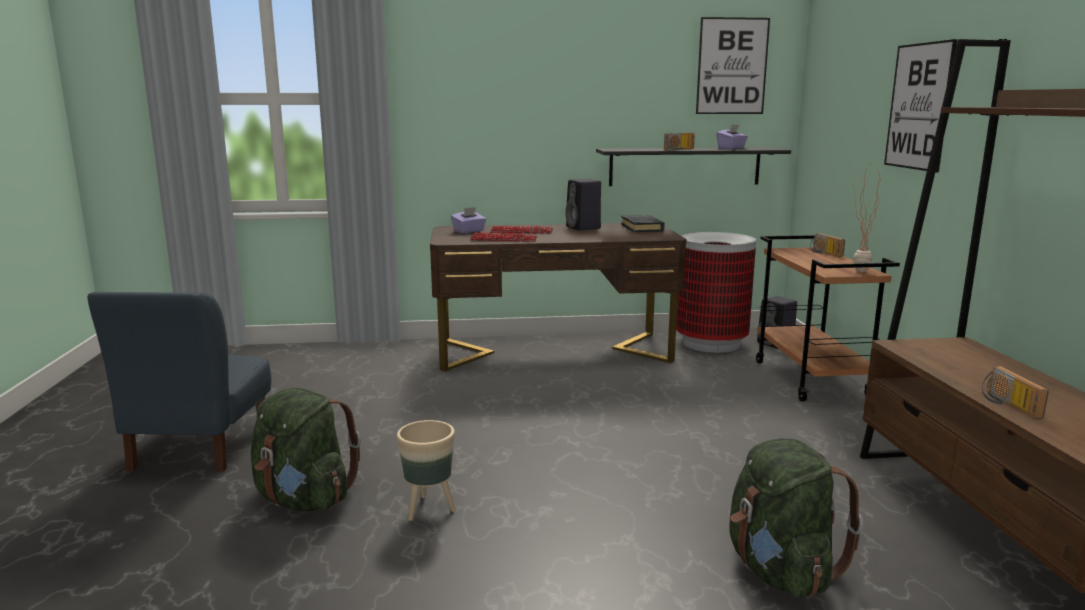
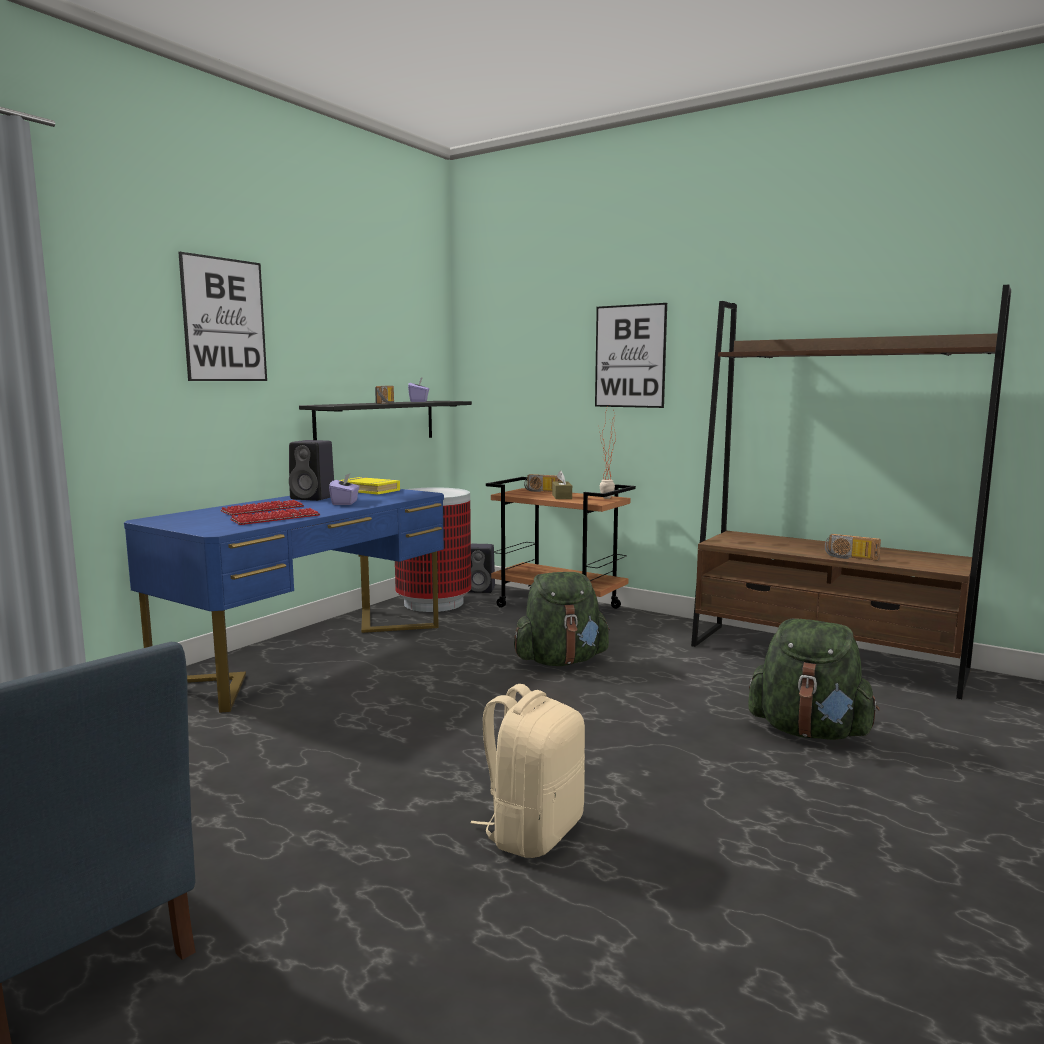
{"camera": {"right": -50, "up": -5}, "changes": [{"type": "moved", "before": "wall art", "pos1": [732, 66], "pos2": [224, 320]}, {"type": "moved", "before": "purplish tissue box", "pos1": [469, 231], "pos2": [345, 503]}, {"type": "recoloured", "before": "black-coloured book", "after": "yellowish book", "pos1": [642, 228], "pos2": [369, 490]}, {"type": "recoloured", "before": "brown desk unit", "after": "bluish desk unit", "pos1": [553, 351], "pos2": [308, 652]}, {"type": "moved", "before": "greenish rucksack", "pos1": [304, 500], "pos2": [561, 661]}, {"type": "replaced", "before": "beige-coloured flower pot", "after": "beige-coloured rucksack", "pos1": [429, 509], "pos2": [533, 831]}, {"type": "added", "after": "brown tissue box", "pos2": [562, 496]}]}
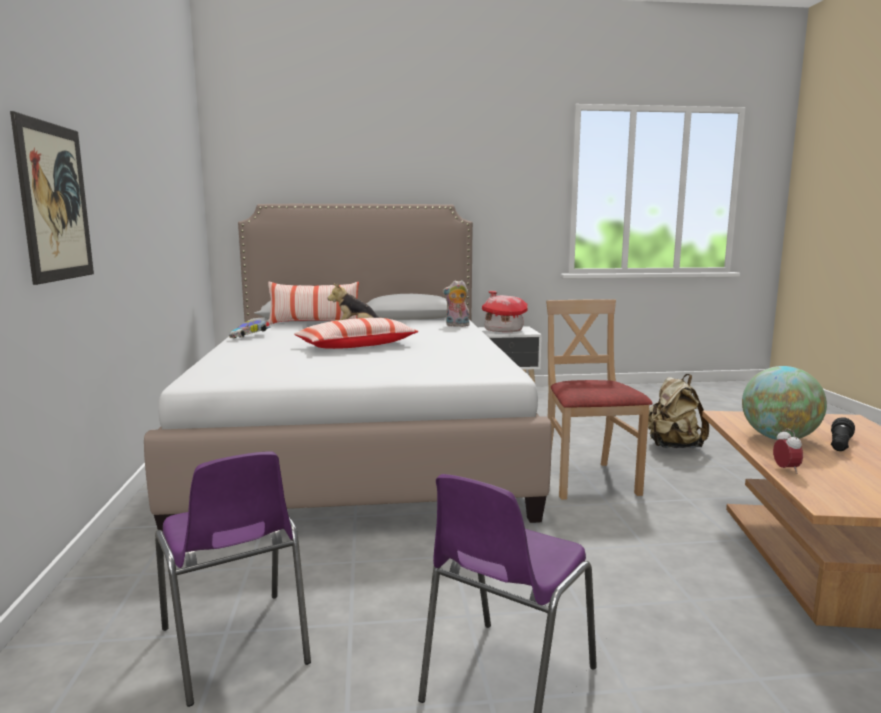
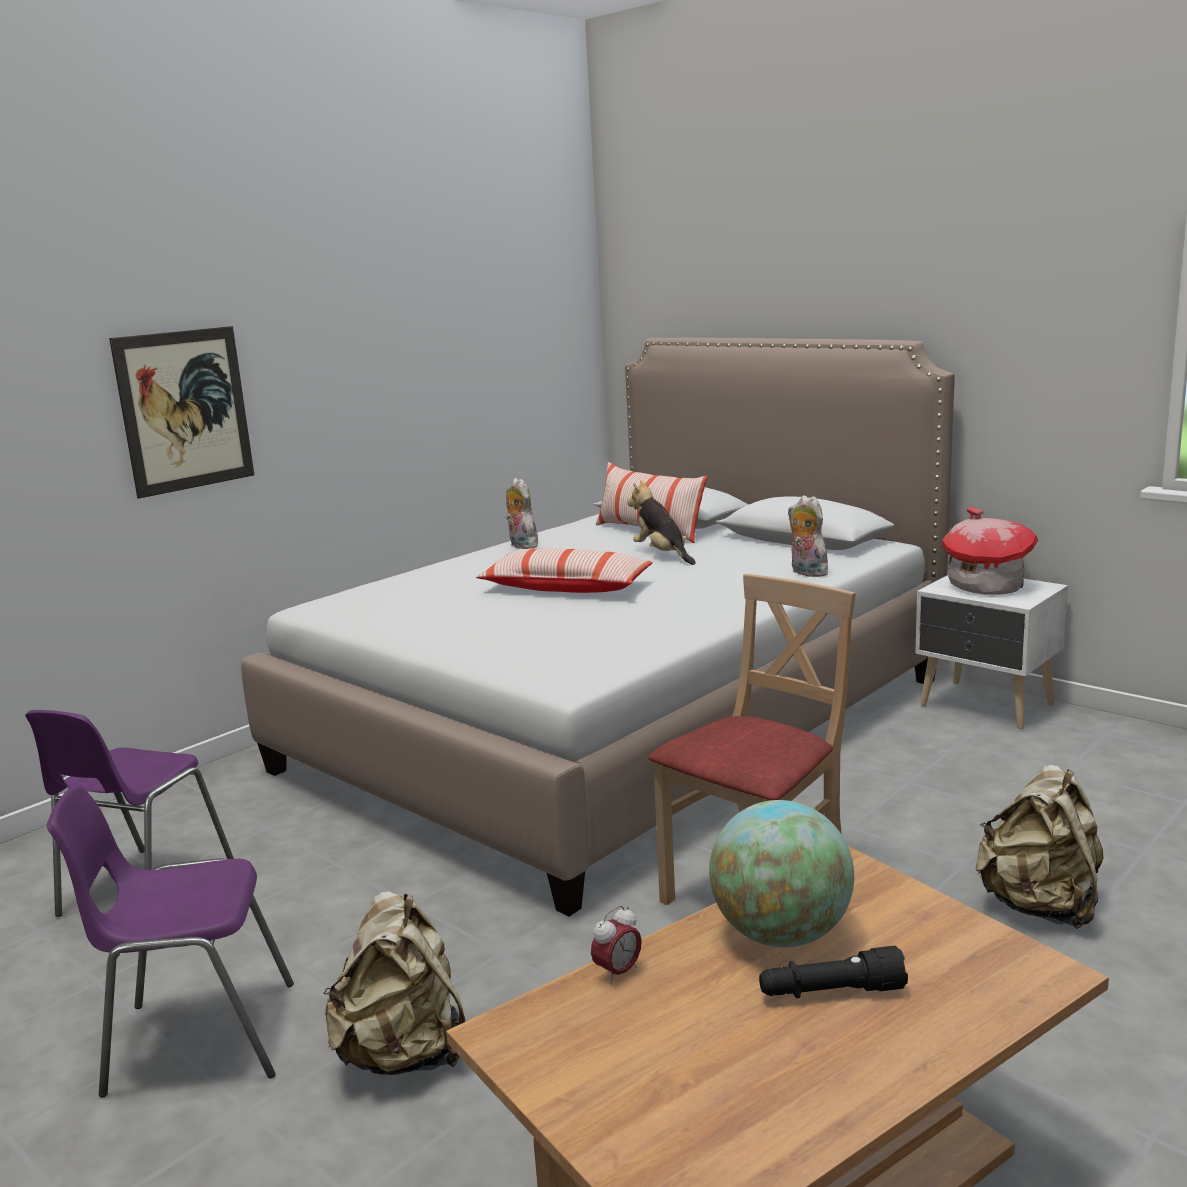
{"camera": {"right": 50, "up": 5}, "changes": [{"type": "replaced", "before": "toy car", "after": "soft toy", "pos1": [250, 337], "pos2": [521, 545]}, {"type": "added", "after": "beige-coloured rucksack", "pos2": [404, 1054]}]}
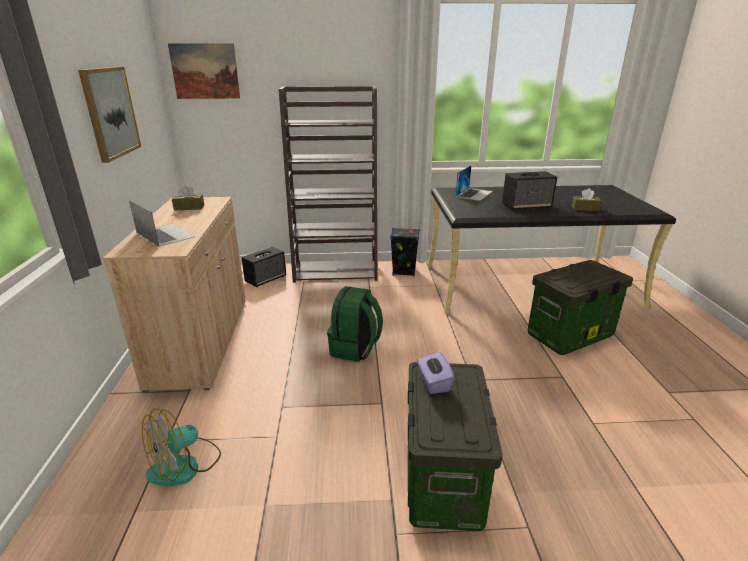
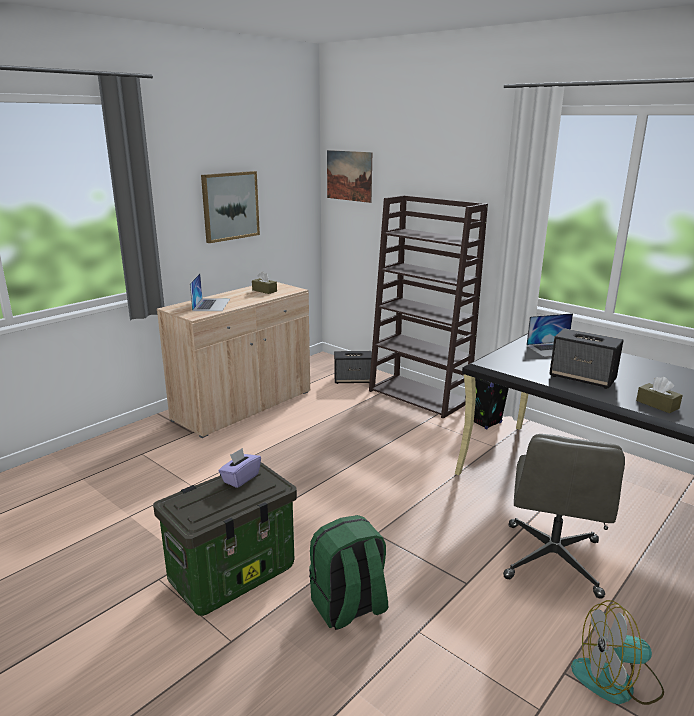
{"camera": {"right": 45, "up": -5}, "changes": [{"type": "replaced", "before": "storage container", "after": "greyish desk chair", "pos1": [569, 336], "pos2": [552, 560]}, {"type": "moved", "before": "greenish rucksack", "pos1": [355, 349], "pos2": [348, 607]}, {"type": "moved", "before": "electric fan", "pos1": [185, 465], "pos2": [617, 681]}]}
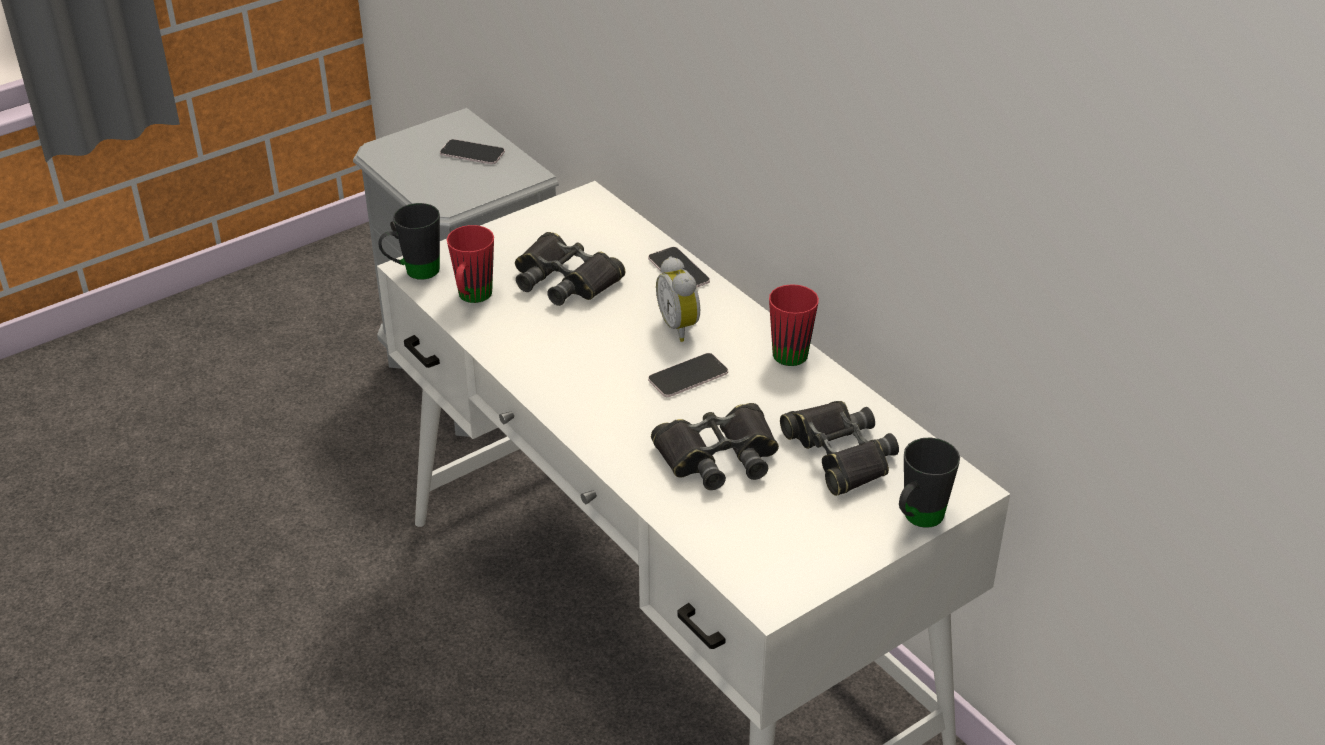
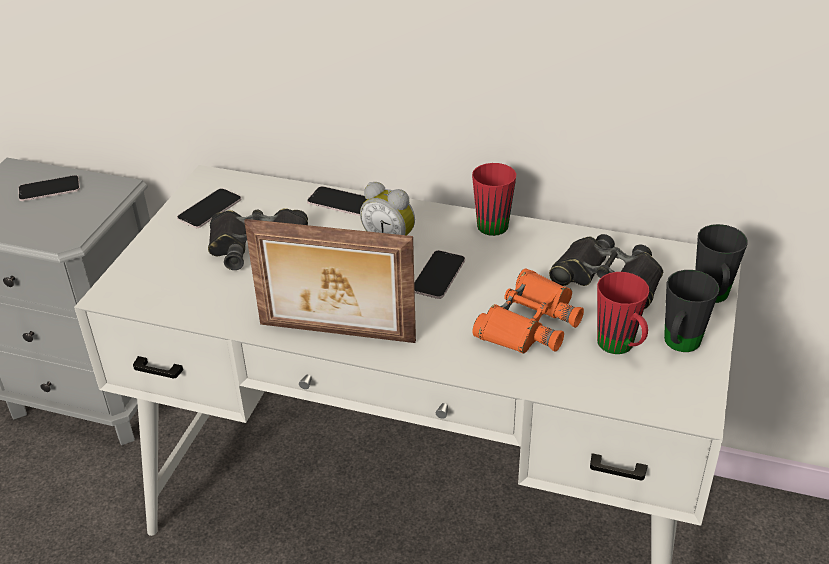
{"camera": {"right": -35, "up": 0}, "changes": [{"type": "moved", "before": "black-coloured mug", "pos1": [413, 272], "pos2": [678, 346]}, {"type": "moved", "before": "red mug", "pos1": [472, 298], "pos2": [620, 348]}, {"type": "recoloured", "before": "black-coloured field glasses", "after": "orangey field glasses", "pos1": [718, 455], "pos2": [529, 323]}, {"type": "added", "after": "telephone", "pos2": [209, 209]}, {"type": "added", "after": "standing frame", "pos2": [336, 334]}]}
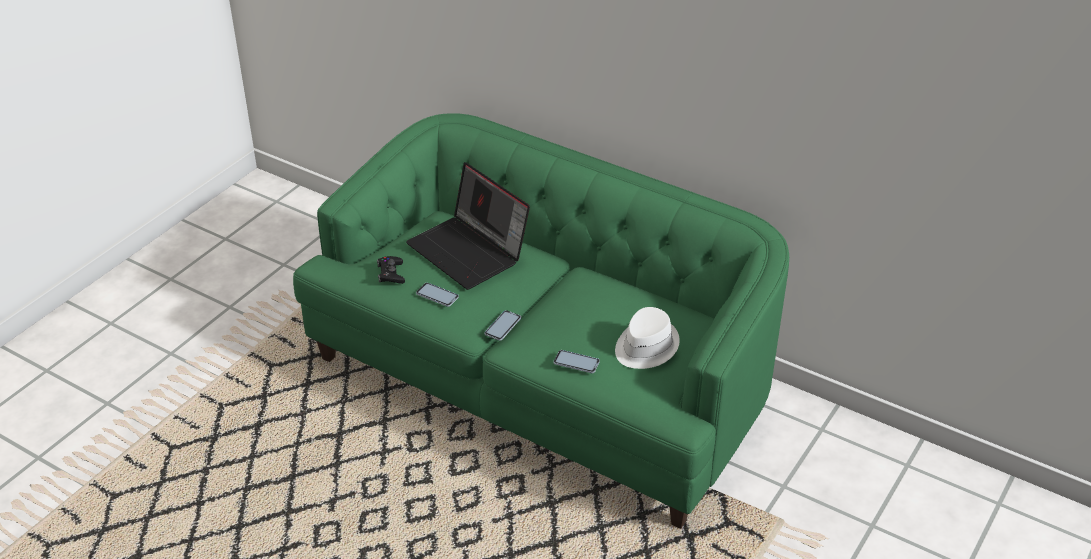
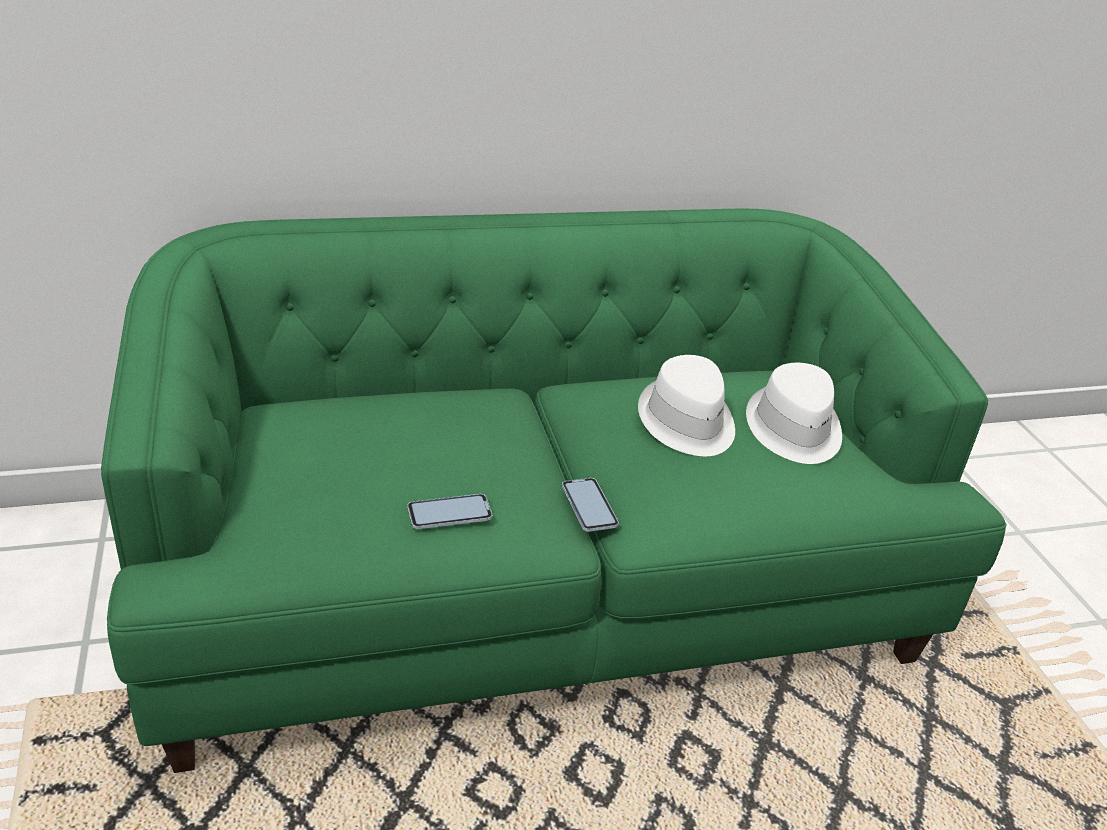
{"camera": {"right": -50, "up": -5}, "changes": [{"type": "removed", "before": "laptop", "pos1": [470, 251]}, {"type": "removed", "before": "black-coloured game controller", "pos1": [391, 274]}, {"type": "removed", "before": "telephone", "pos1": [576, 362]}, {"type": "added", "after": "white hat", "pos2": [686, 422]}]}
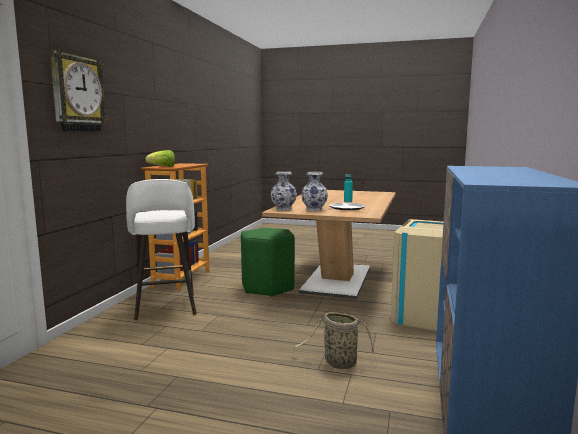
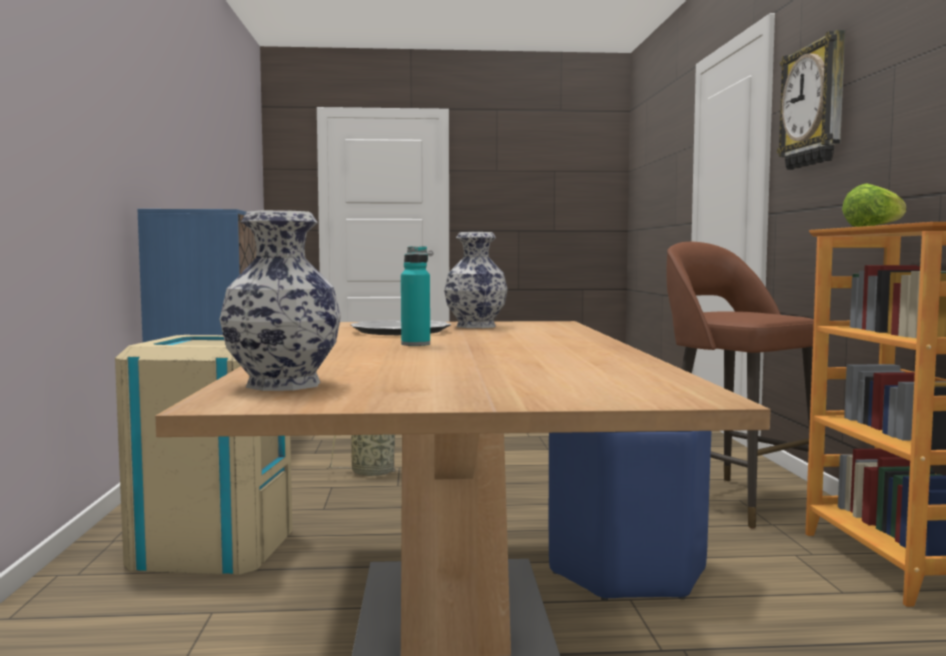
{"camera": {"right": 160, "up": -5}, "changes": [{"type": "moved", "before": "flower vase", "pos1": [283, 209], "pos2": [283, 384]}, {"type": "recoloured", "before": "white stool seat", "after": "brown stool seat", "pos1": [165, 308], "pos2": [734, 500]}, {"type": "recoloured", "before": "greenish stool seat", "after": "bluish stool seat", "pos1": [268, 287], "pos2": [627, 572]}]}
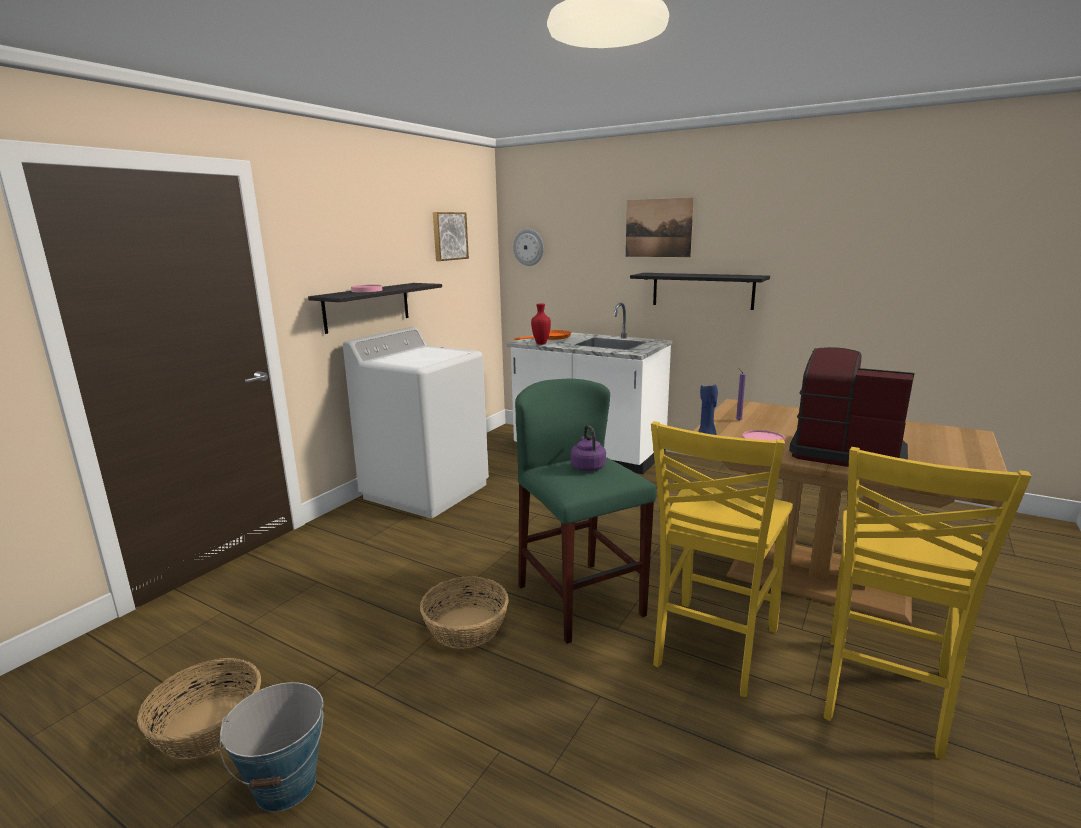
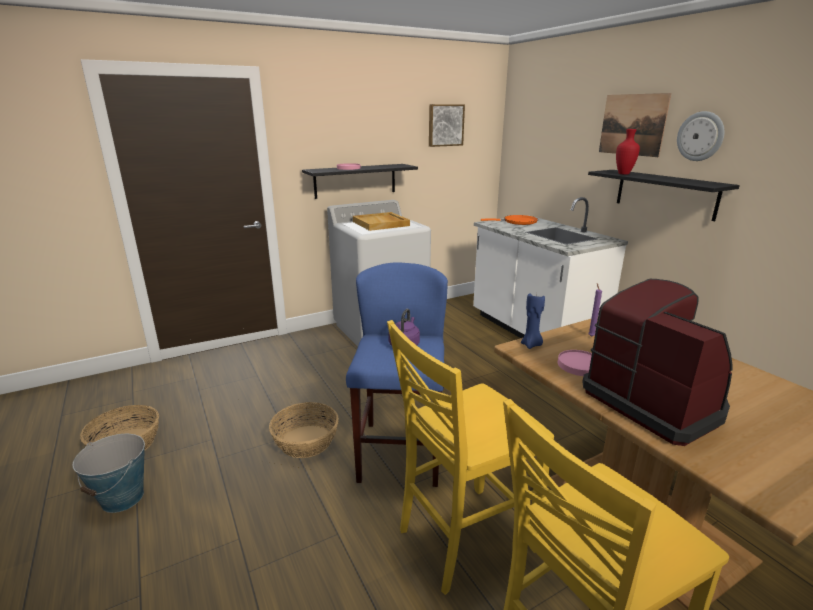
{"camera": {"right": 30, "up": 5}, "changes": [{"type": "moved", "before": "hanging clock", "pos1": [528, 247], "pos2": [700, 136]}, {"type": "moved", "before": "red flower vase", "pos1": [541, 343], "pos2": [624, 174]}, {"type": "recoloured", "before": "greenish stool seat", "after": "bluish stool seat", "pos1": [580, 600], "pos2": [400, 453]}, {"type": "added", "after": "beige-coloured tray", "pos2": [381, 223]}]}
